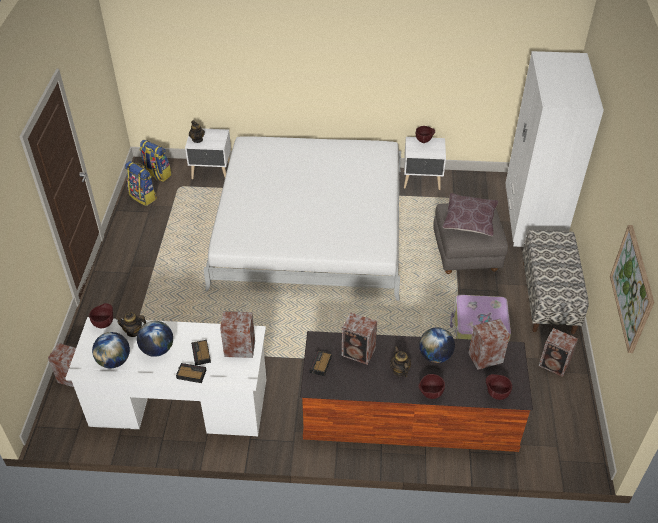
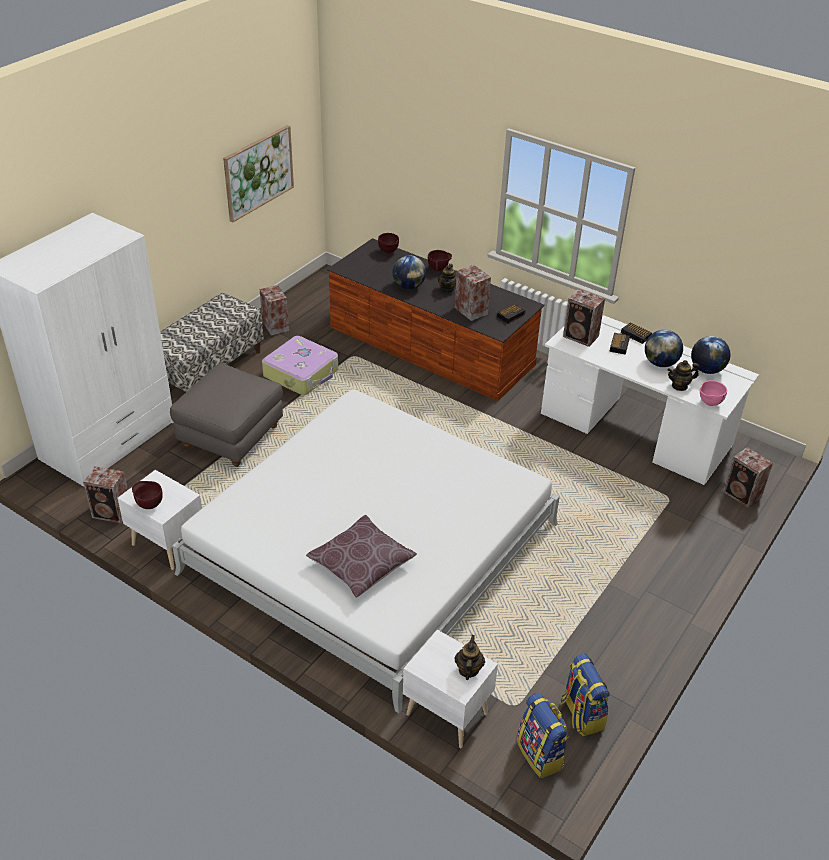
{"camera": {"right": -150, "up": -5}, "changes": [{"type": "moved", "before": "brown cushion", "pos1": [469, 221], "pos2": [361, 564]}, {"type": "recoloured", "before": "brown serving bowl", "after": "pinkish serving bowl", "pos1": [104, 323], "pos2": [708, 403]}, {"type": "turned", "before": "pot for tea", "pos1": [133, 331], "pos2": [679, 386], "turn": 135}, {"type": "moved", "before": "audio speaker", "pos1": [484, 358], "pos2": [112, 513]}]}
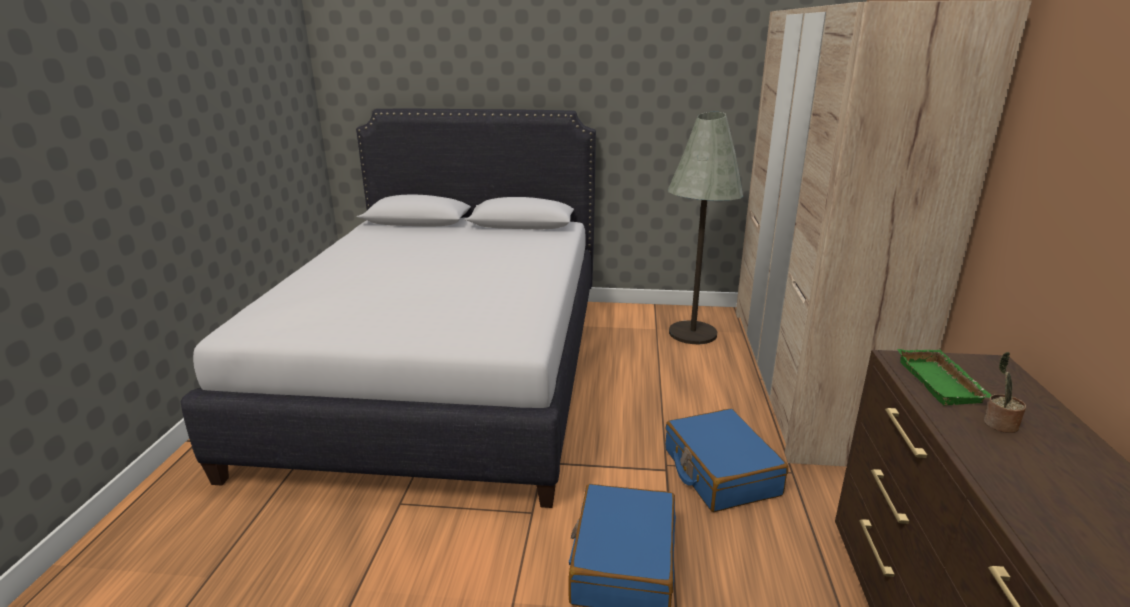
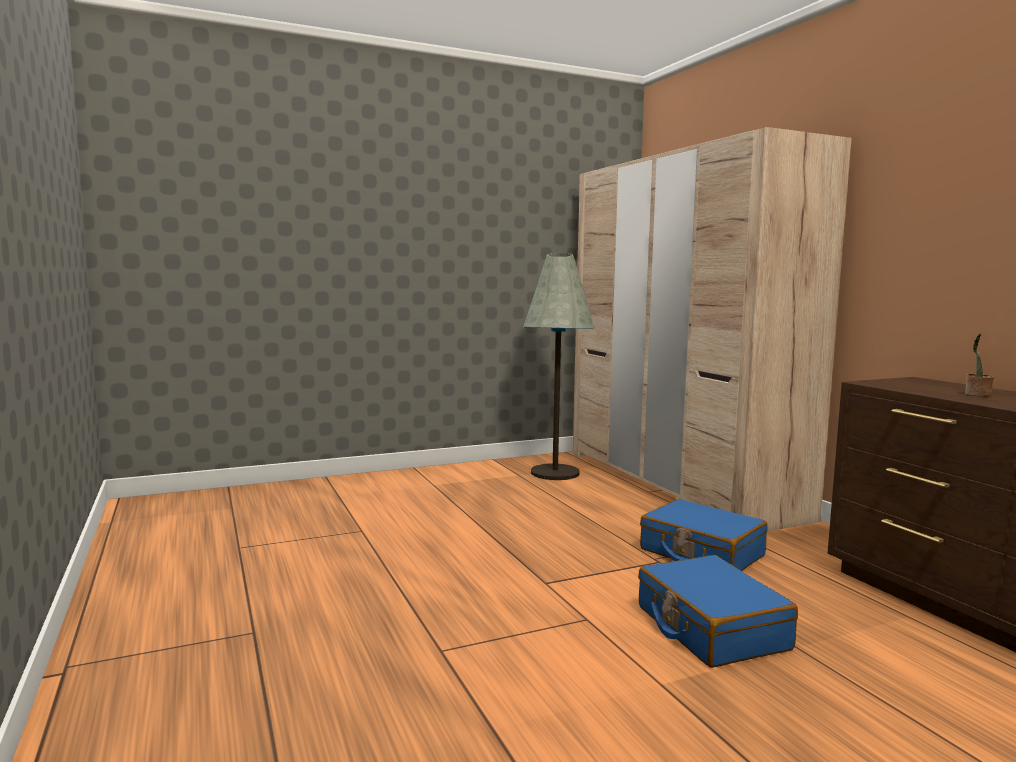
{"camera": {"right": -30, "up": -15}, "changes": [{"type": "removed", "before": "white bedroom bed", "pos1": [444, 372]}, {"type": "removed", "before": "greenish tray", "pos1": [943, 383]}]}
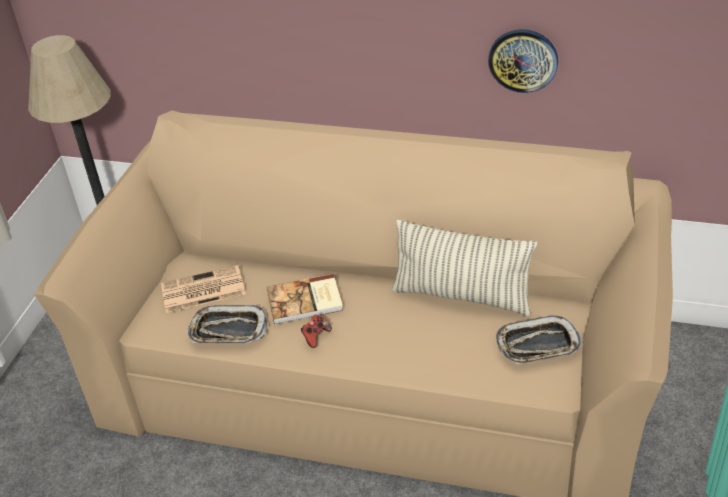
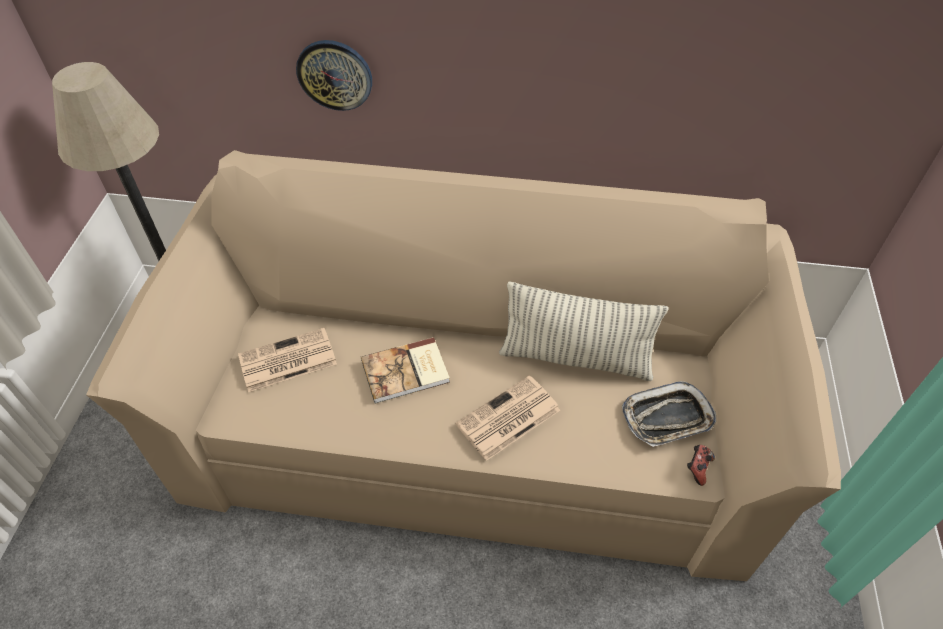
{"camera": {"right": -10, "up": 10}, "changes": [{"type": "moved", "before": "hanging clock", "pos1": [523, 60], "pos2": [335, 75]}, {"type": "removed", "before": "tray", "pos1": [228, 330]}, {"type": "moved", "before": "game controller", "pos1": [316, 336], "pos2": [697, 468]}, {"type": "added", "after": "newspaper", "pos2": [507, 419]}]}
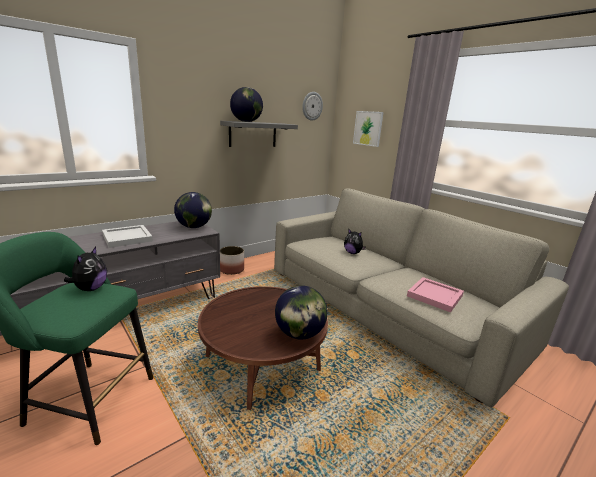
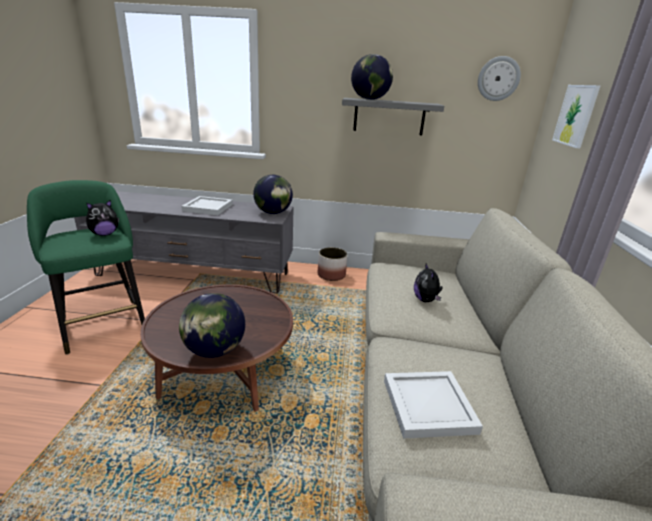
{"camera": {"right": 45, "up": 5}, "changes": [{"type": "recoloured", "before": "pinkish tray", "after": "white tray", "pos1": [435, 296], "pos2": [430, 406]}]}
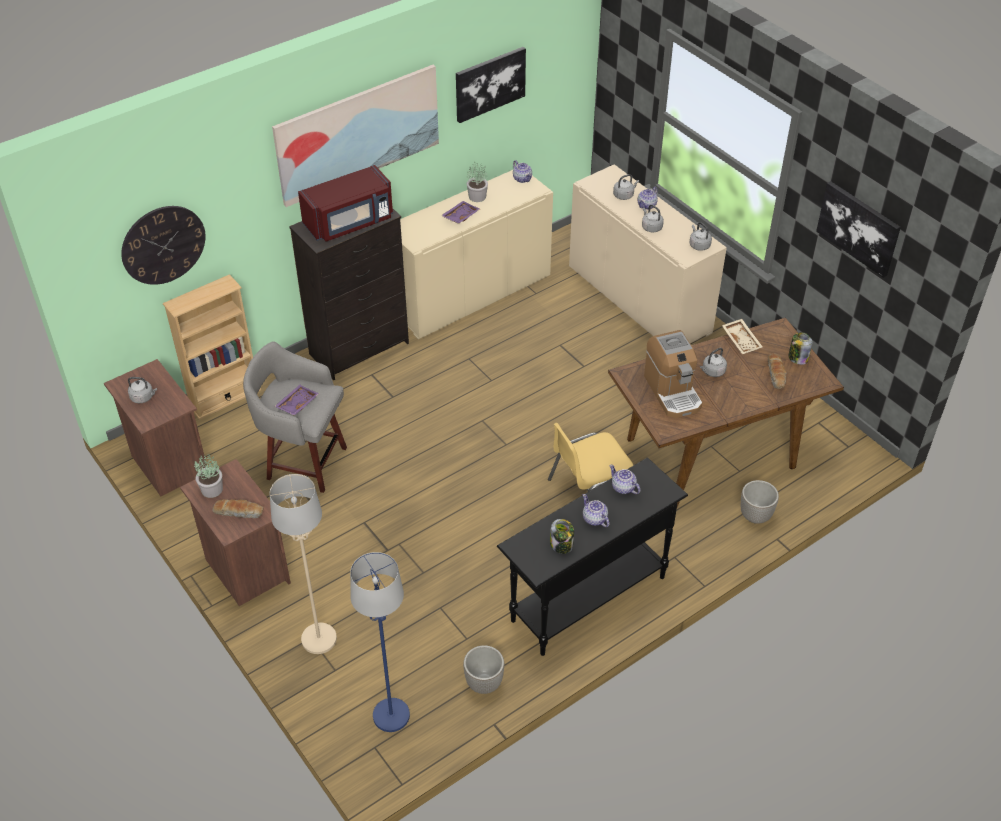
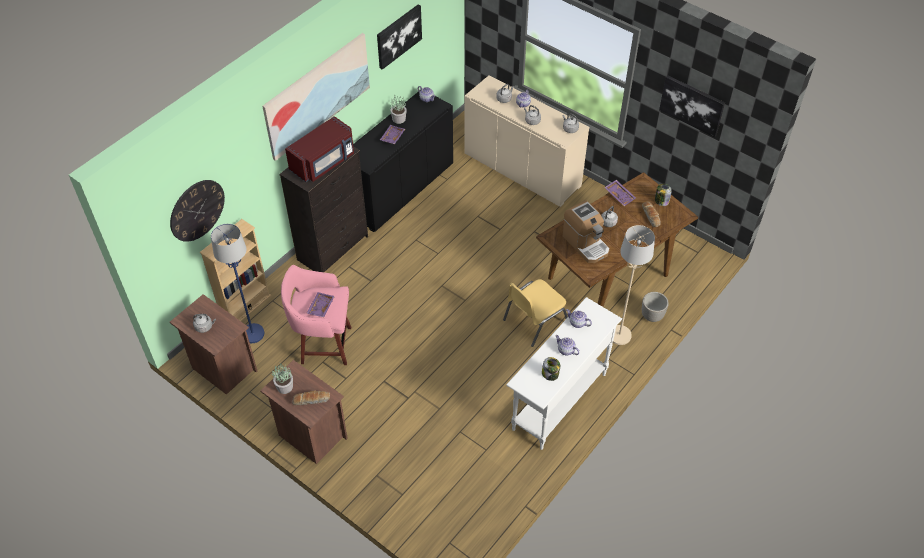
{"camera": {"right": -15, "up": 5}, "changes": [{"type": "recoloured", "before": "beige-coloured storage cabinet", "after": "black-coloured storage cabinet", "pos1": [471, 294], "pos2": [400, 189]}, {"type": "recoloured", "before": "beige-coloured tray", "after": "purplish tray", "pos1": [742, 340], "pos2": [620, 195]}, {"type": "recoloured", "before": "greyish stool seat", "after": "pinkish stool seat", "pos1": [304, 462], "pos2": [323, 345]}, {"type": "recoloured", "before": "black-coloured narrow table", "after": "white narrow table", "pos1": [587, 598], "pos2": [559, 401]}, {"type": "moved", "before": "beige-coloured standard lamp", "pos1": [319, 638], "pos2": [619, 335]}, {"type": "moved", "before": "bluish standard lamp", "pos1": [390, 716], "pos2": [252, 334]}, {"type": "removed", "before": "flower pot", "pos1": [483, 683]}]}
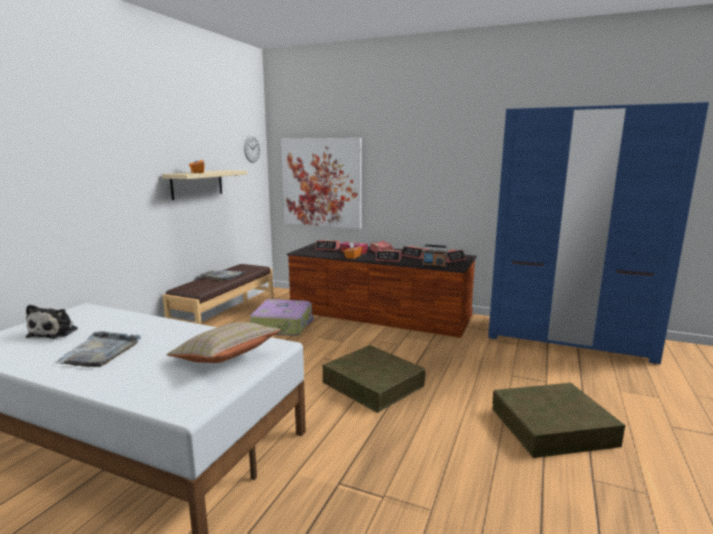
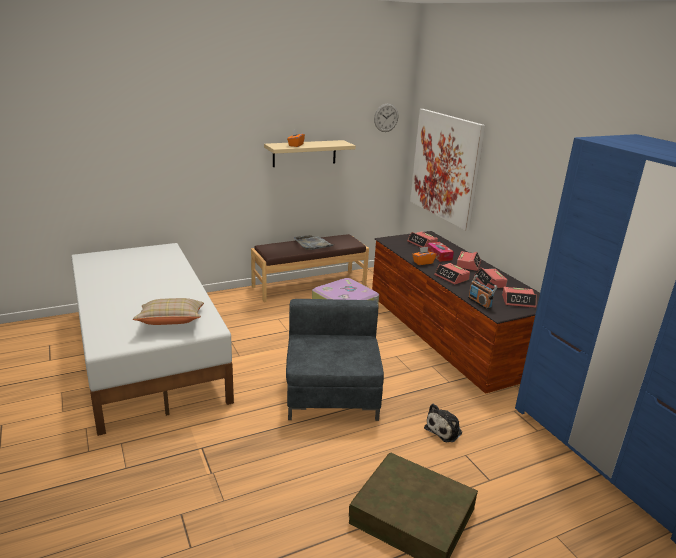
{"camera": {"right": 40, "up": 10}, "changes": [{"type": "moved", "before": "soft toy", "pos1": [55, 332], "pos2": [445, 430]}, {"type": "removed", "before": "greyish tray", "pos1": [100, 352]}, {"type": "replaced", "before": "brown storage container", "after": "greyish easy chair", "pos1": [373, 384], "pos2": [331, 394]}]}
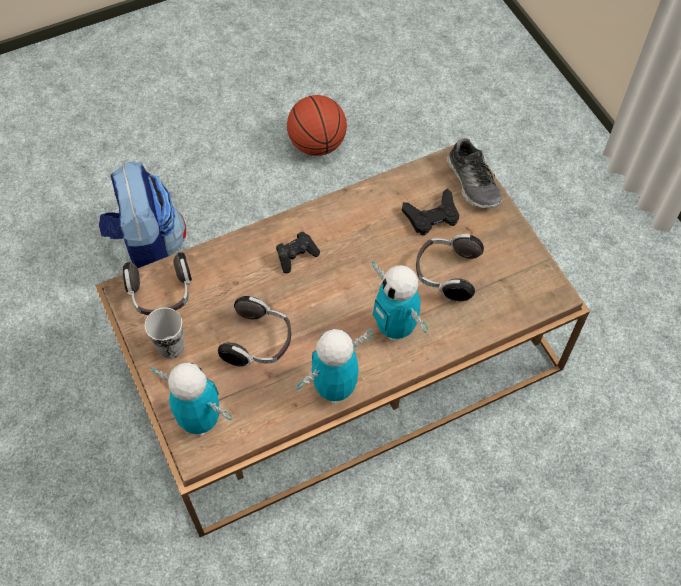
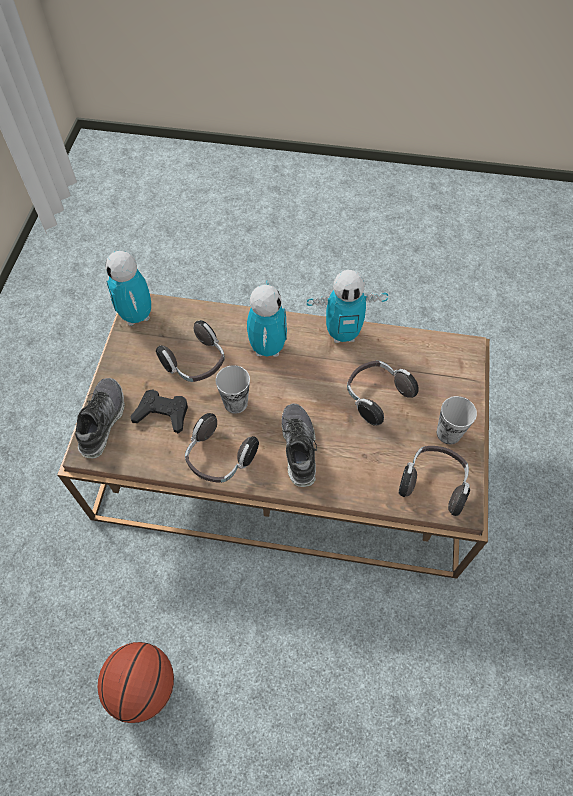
{"camera": {"right": -145, "up": 0}, "changes": [{"type": "removed", "before": "rucksack", "pos1": [149, 251]}, {"type": "replaced", "before": "black-coloured game controller", "after": "low shoe", "pos1": [296, 256], "pos2": [298, 447]}, {"type": "moved", "before": "robot figure", "pos1": [200, 420], "pos2": [137, 316]}, {"type": "added", "after": "small cup", "pos2": [235, 403]}, {"type": "added", "after": "pair of headphones", "pos2": [219, 458]}]}
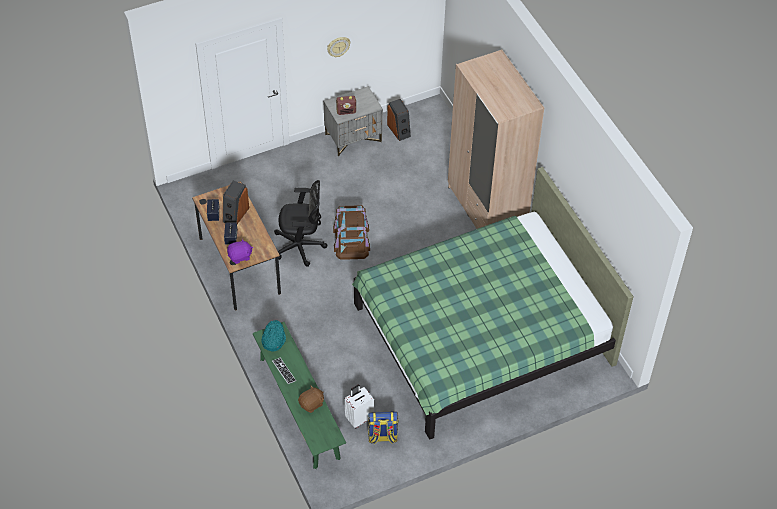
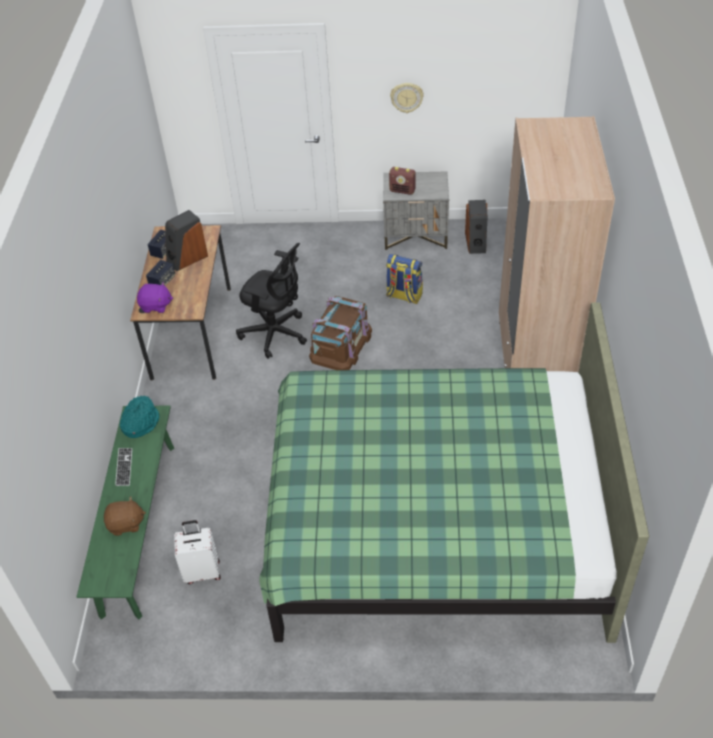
{"camera": {"right": 30, "up": -5}, "changes": [{"type": "moved", "before": "rucksack", "pos1": [382, 437], "pos2": [403, 296]}]}
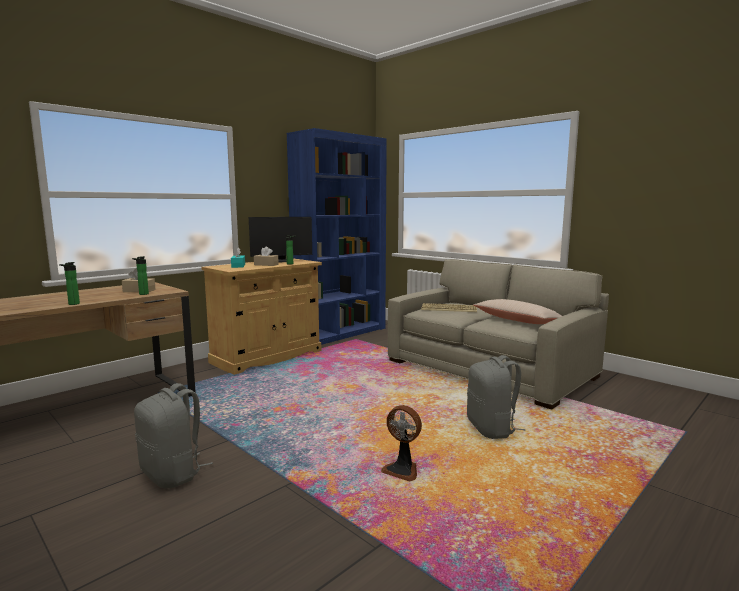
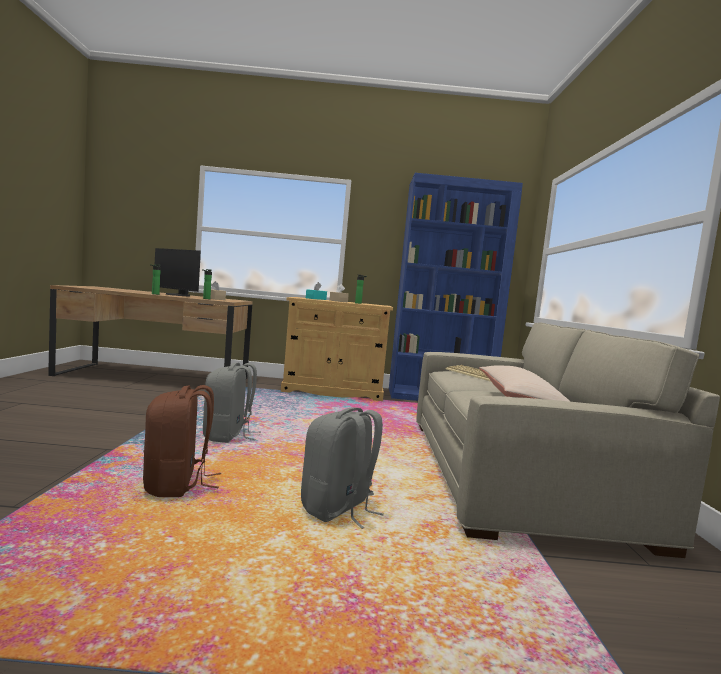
{"camera": {"right": 45, "up": -5}, "changes": [{"type": "moved", "before": "computer display", "pos1": [281, 261], "pos2": [177, 295]}, {"type": "moved", "before": "greyish rucksack", "pos1": [173, 474], "pos2": [228, 435]}, {"type": "replaced", "before": "electric fan", "after": "brown rucksack", "pos1": [402, 470], "pos2": [177, 484]}]}
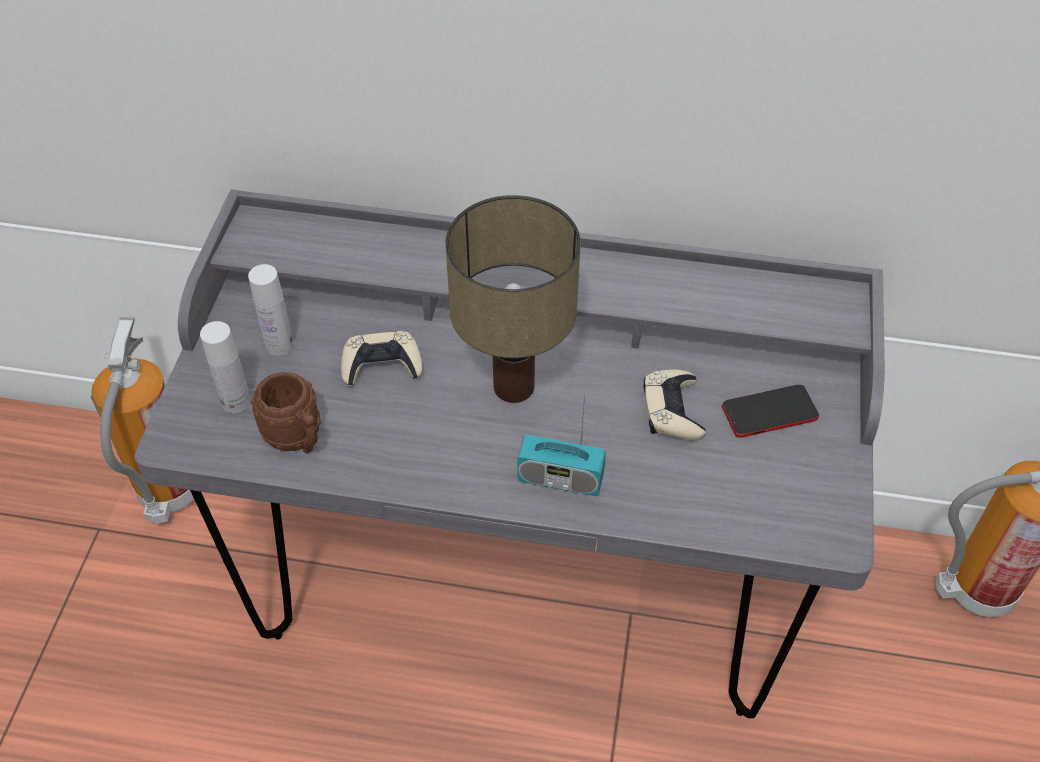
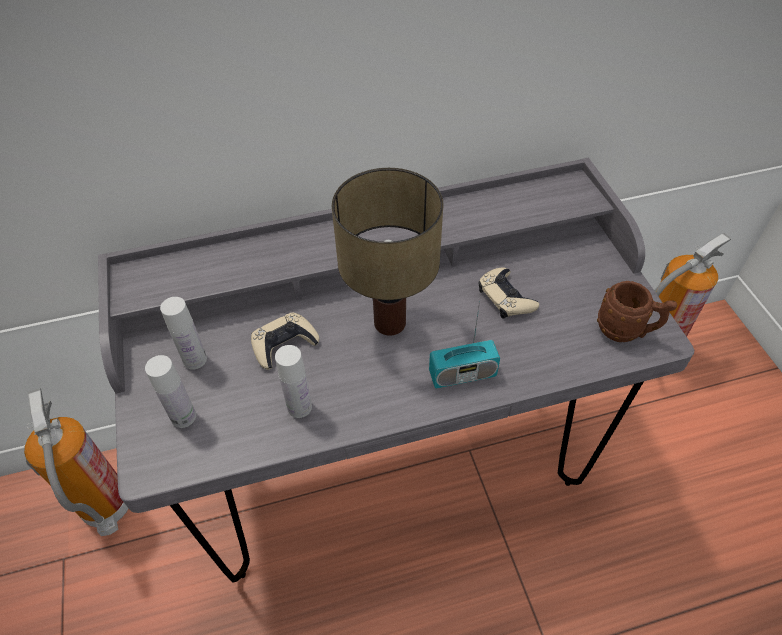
{"camera": {"right": -25, "up": 0}, "changes": [{"type": "moved", "before": "brown mug", "pos1": [298, 439], "pos2": [626, 331]}, {"type": "removed", "before": "telephone", "pos1": [769, 412]}, {"type": "added", "after": "white beverage bottle", "pos2": [299, 407]}]}
